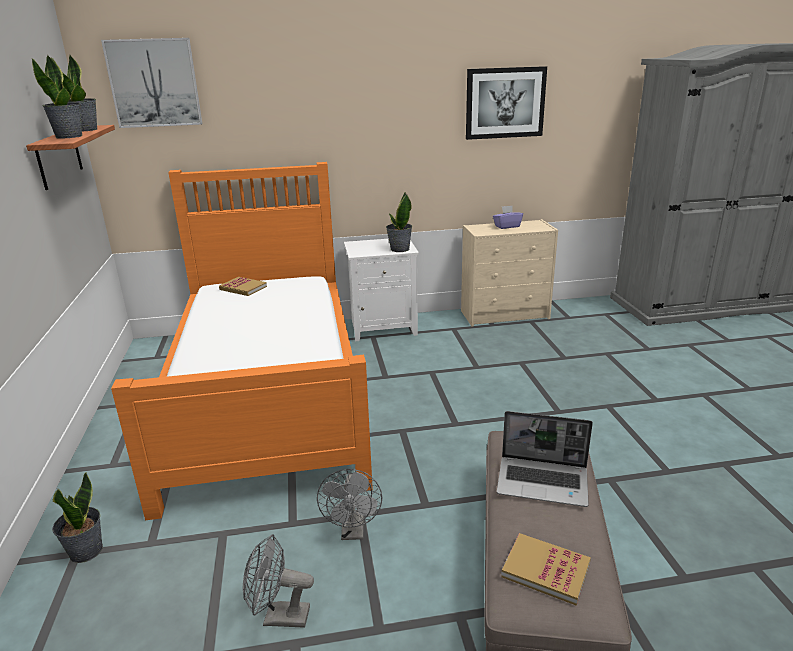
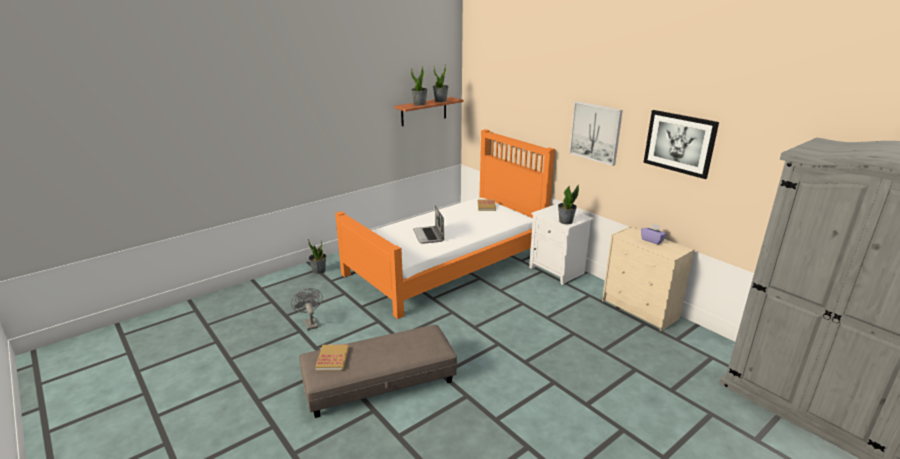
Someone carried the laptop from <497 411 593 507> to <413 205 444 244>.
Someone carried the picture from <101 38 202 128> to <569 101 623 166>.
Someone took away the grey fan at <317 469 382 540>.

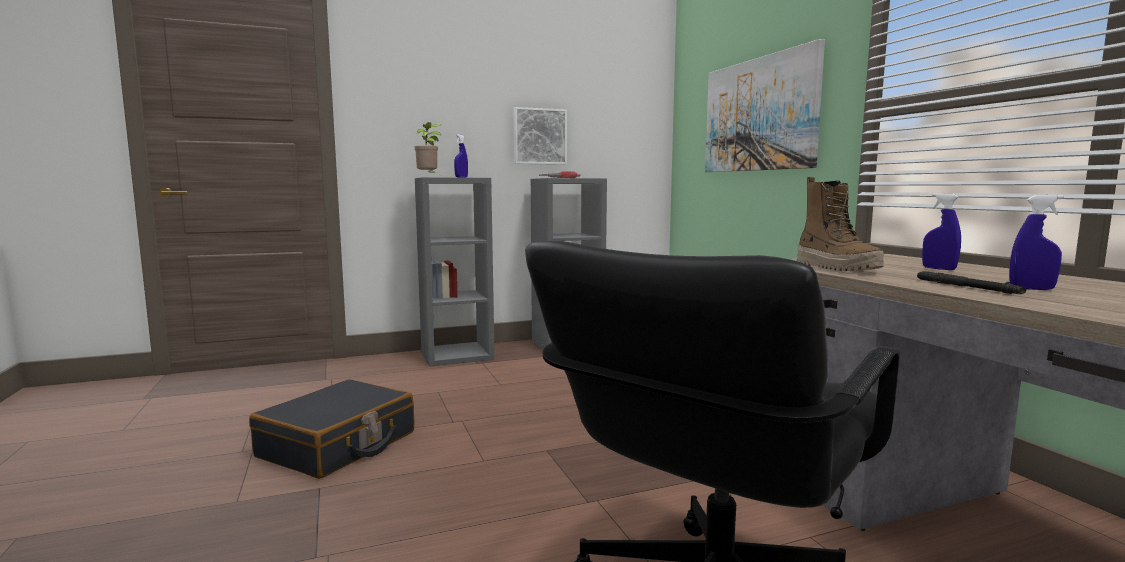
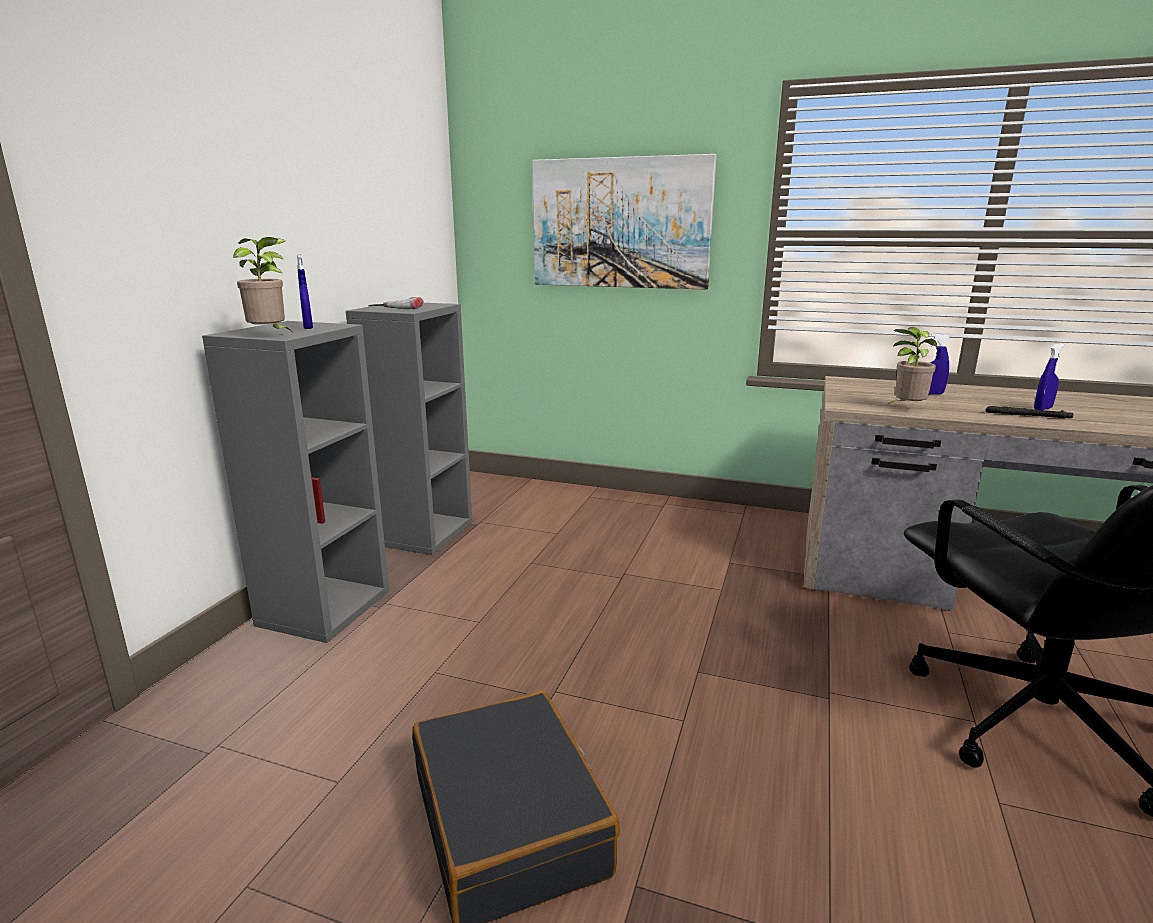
Someone swapped the boot at <797 177 884 271> for the potted plant at <887 327 937 405>.
Someone took away the picture at <513 107 567 165>.

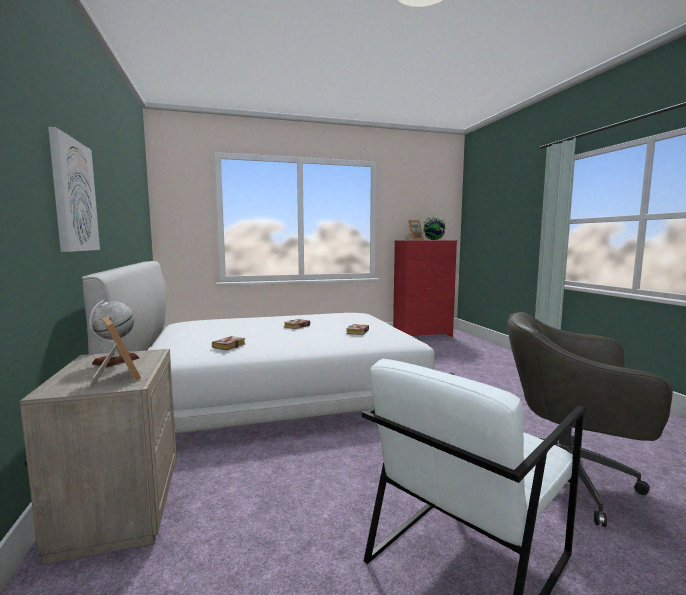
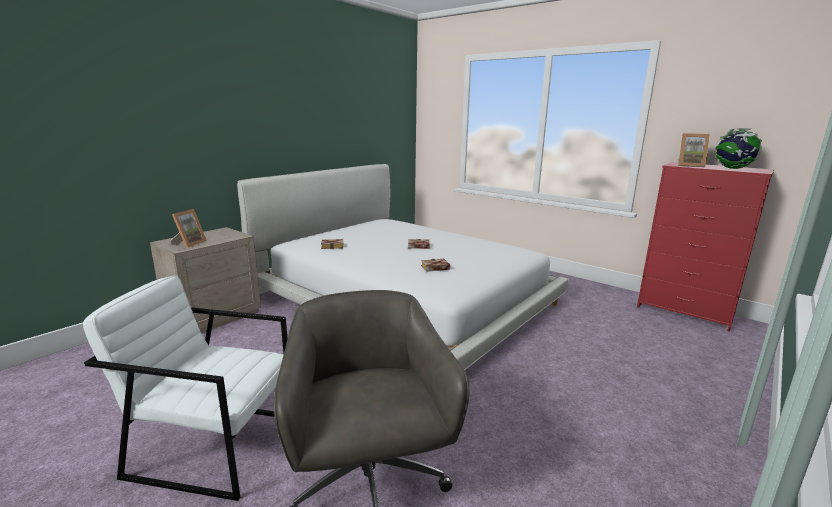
Someone took away the picture at <48 127 100 252>.
Someone took away the globe at <89 300 140 368>.

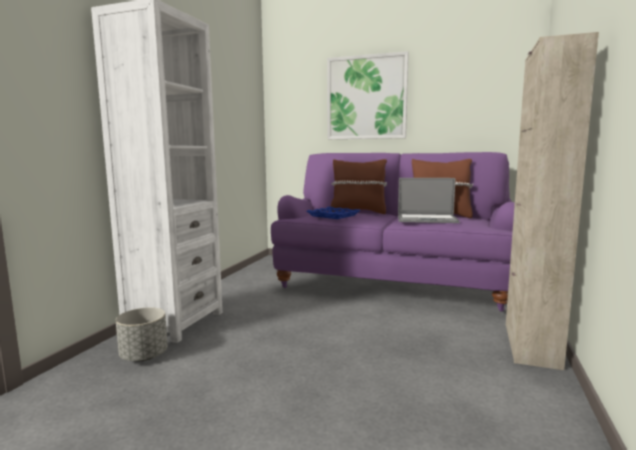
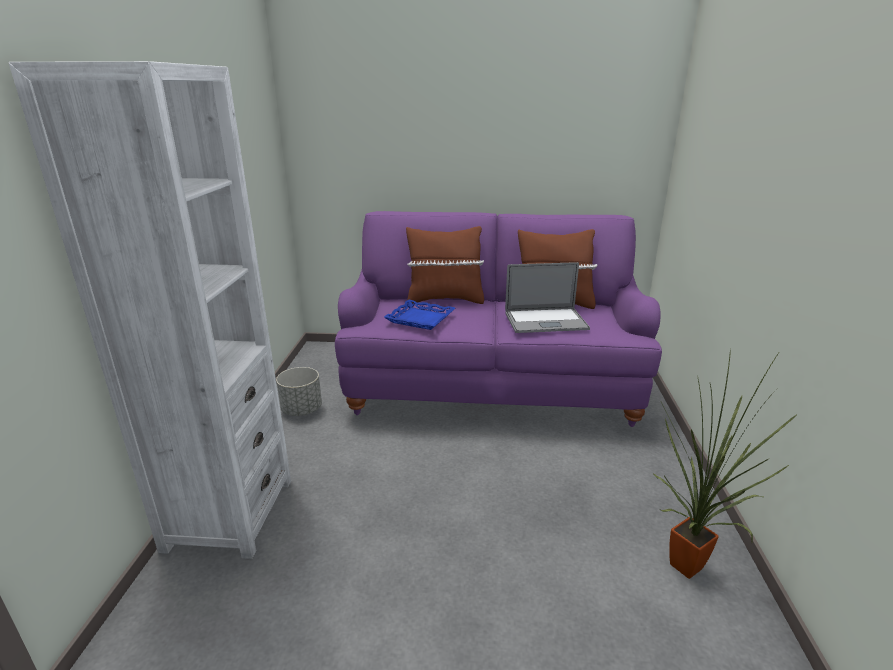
Someone carried the grey planter from <116 307 168 361> to <276 367 322 416>.
Someone put down the potted plant at <653 348 797 579>.
Someone took away the picture at <327 51 409 139>.
Someone took away the beige cabinet at <506 32 599 370>.

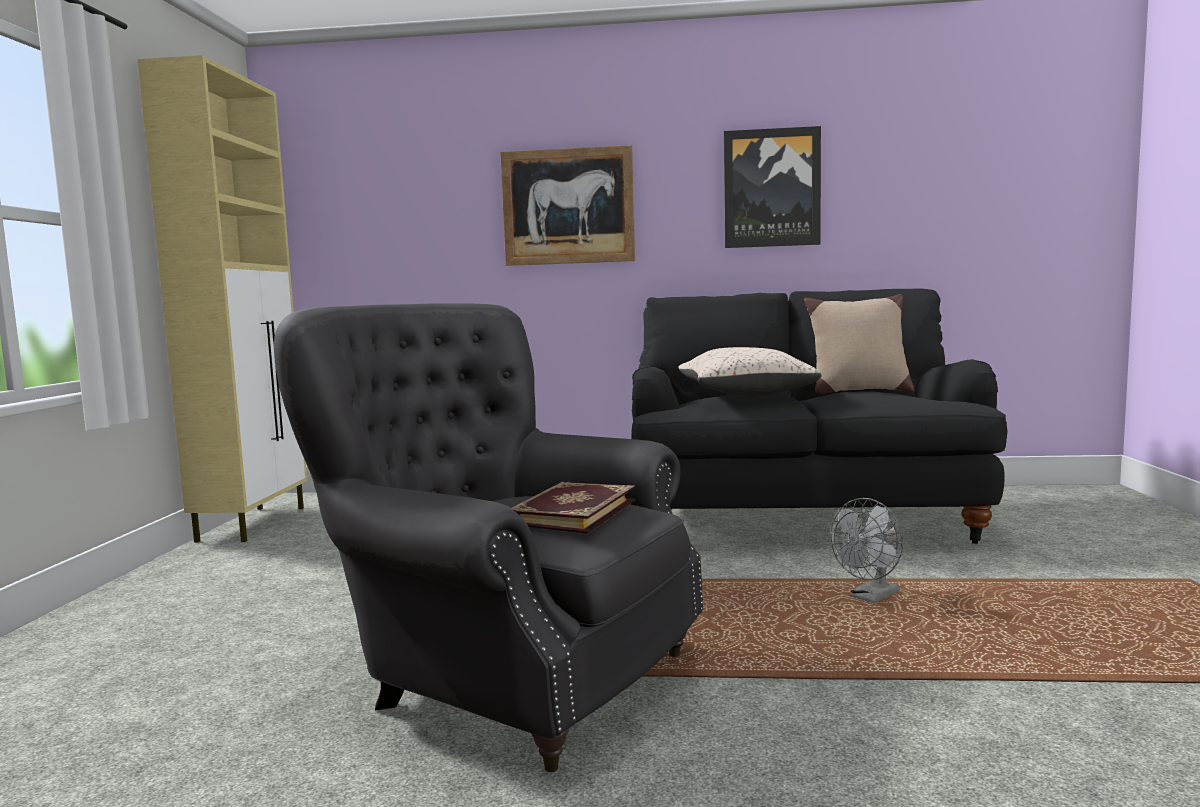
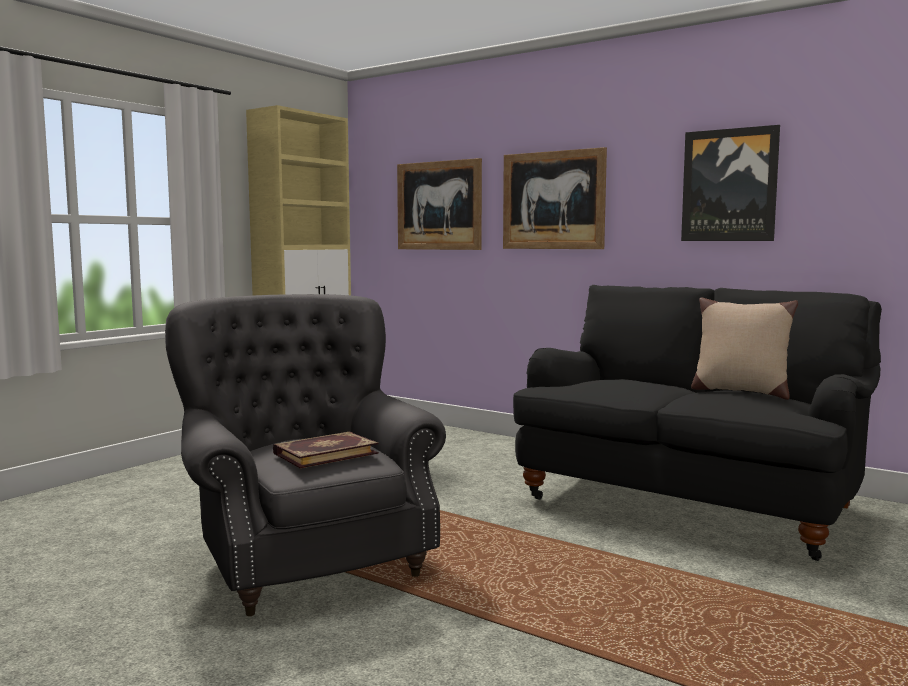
Someone put up the picture at <397 158 482 250>.
Someone took away the beige pillow at <678 347 822 397>.
Someone took away the grey fan at <830 498 903 603>.

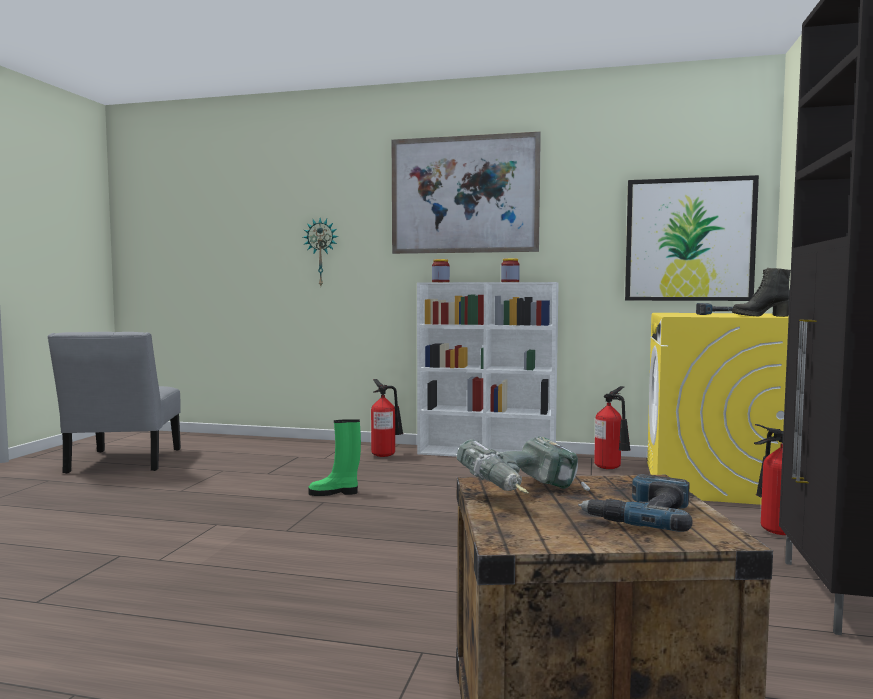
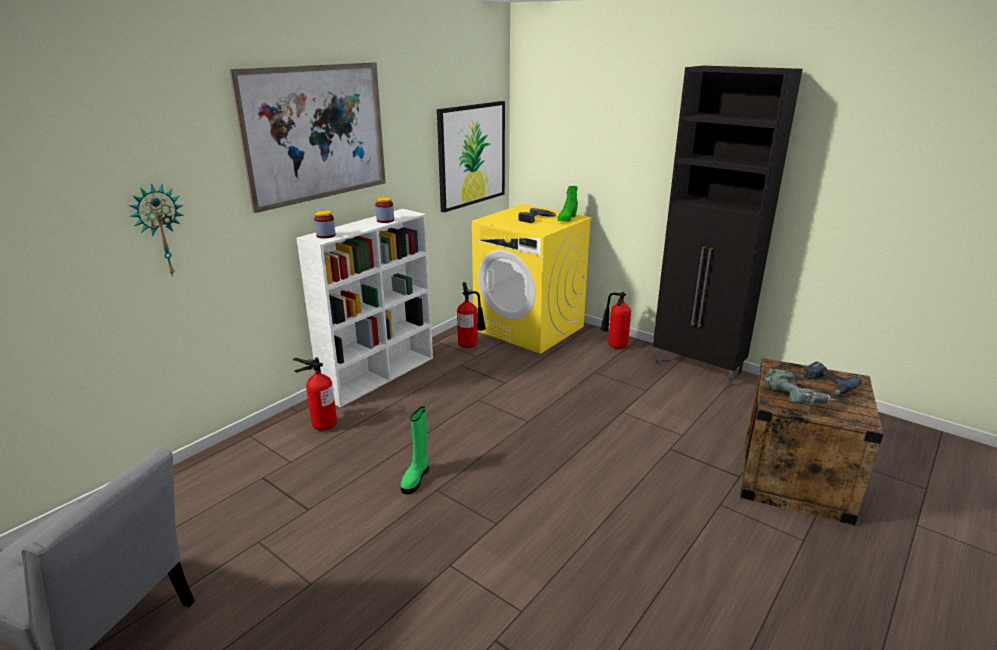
Someone repainted the black boot at <732 268 791 317>, which became the green boot at <558 186 578 222>.

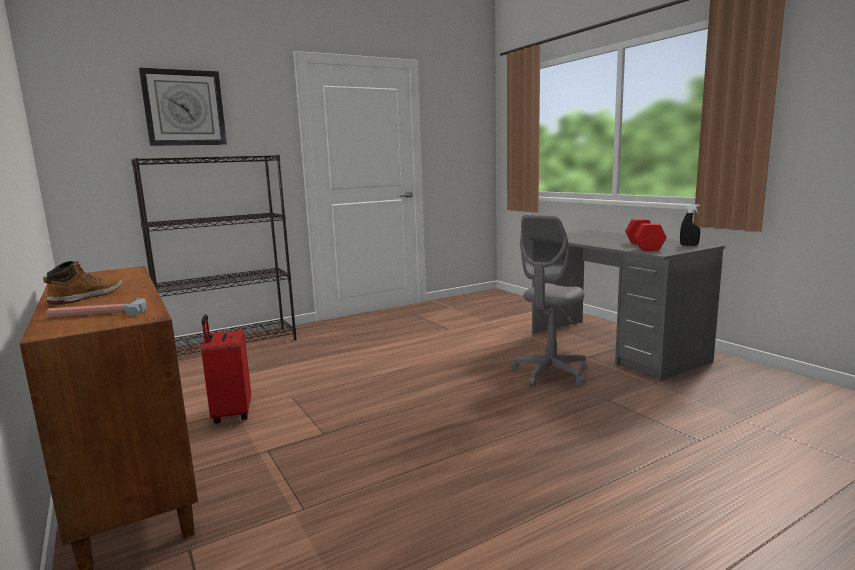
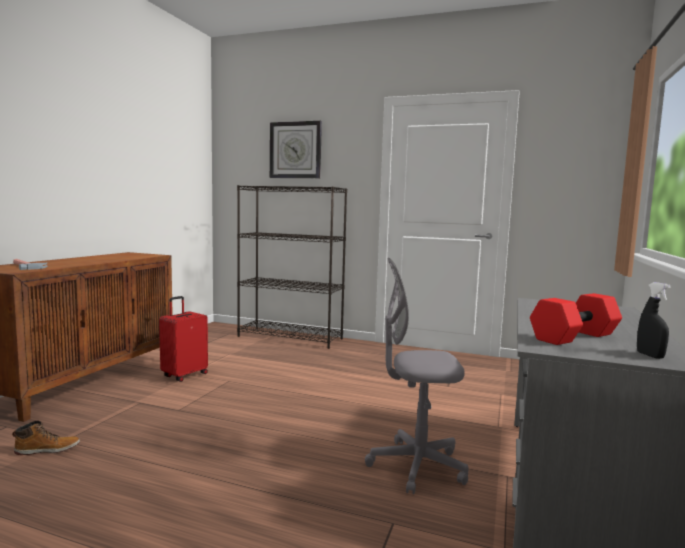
Someone carried the boot from <43 261 122 305> to <12 421 80 455>.

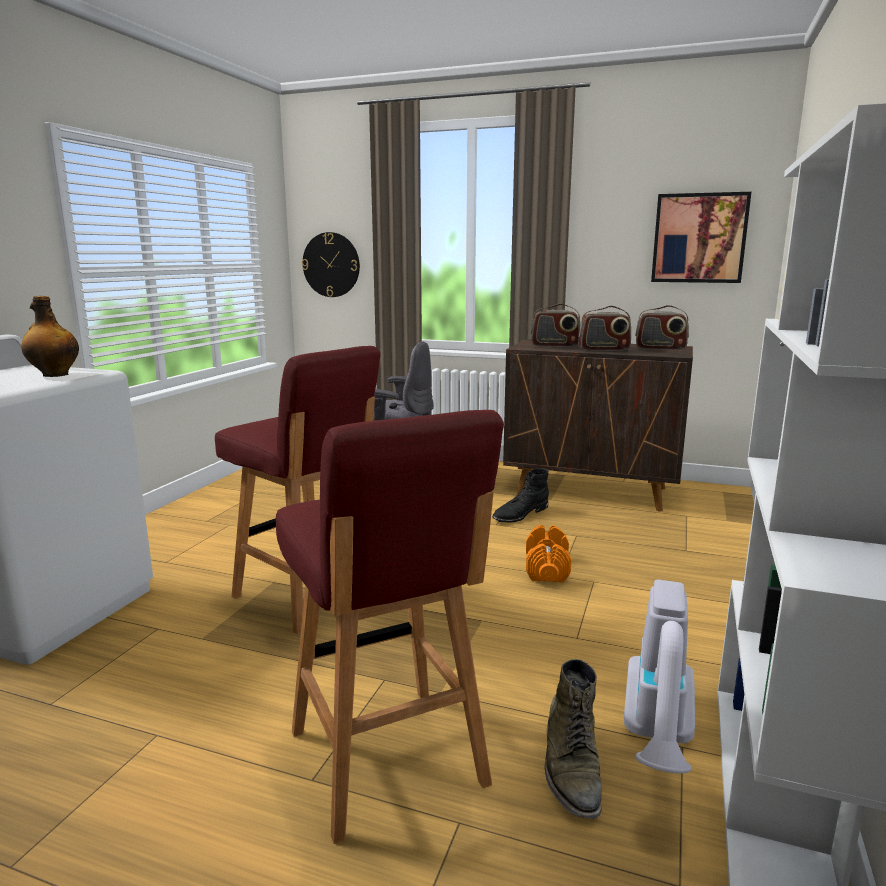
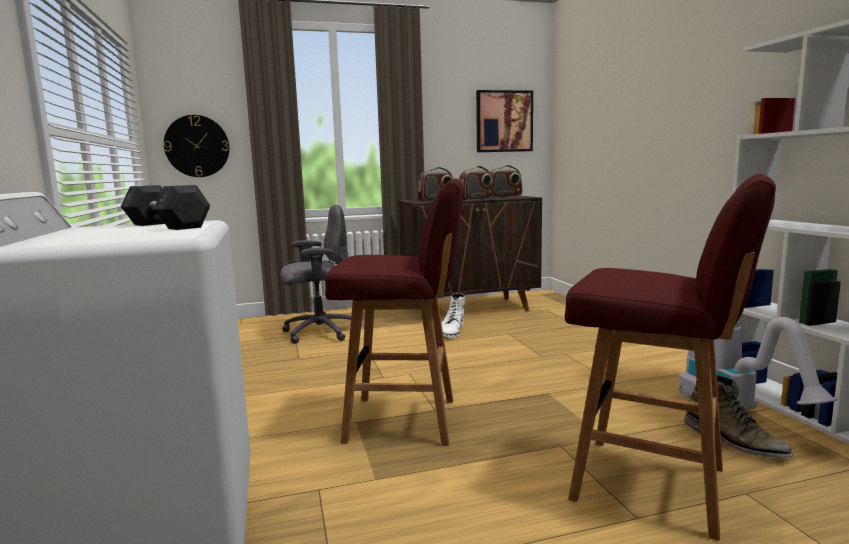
Someone swapped the bottle at <21 296 79 377> for the grey dumbbell at <121 185 210 230>.
Someone repainted the black boot at <492 468 549 523>, which became the white boot at <442 293 465 338>.
Someone took away the orange dumbbell at <526 525 571 582>.

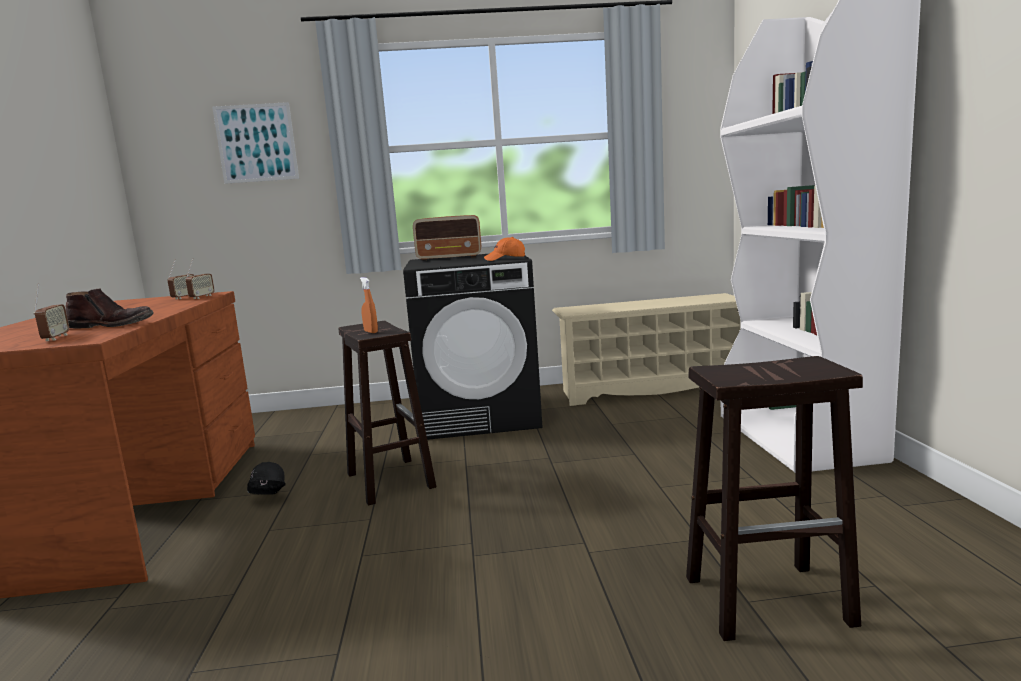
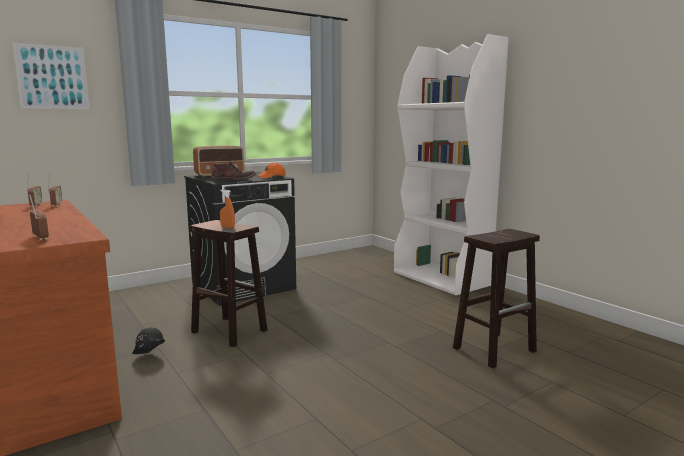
Someone carried the brown boot from <65 288 154 329> to <211 161 256 181>.
Someone took away the beige shoe rack at <552 293 741 406>.

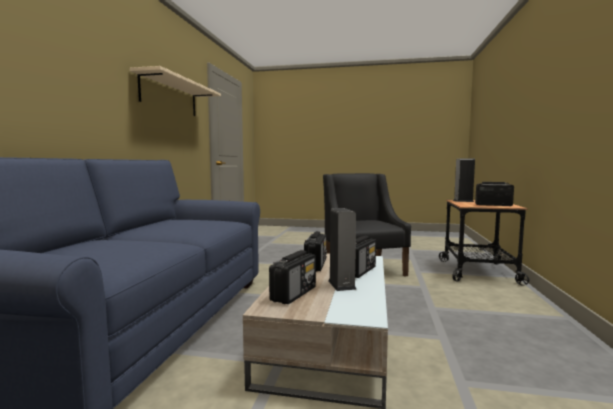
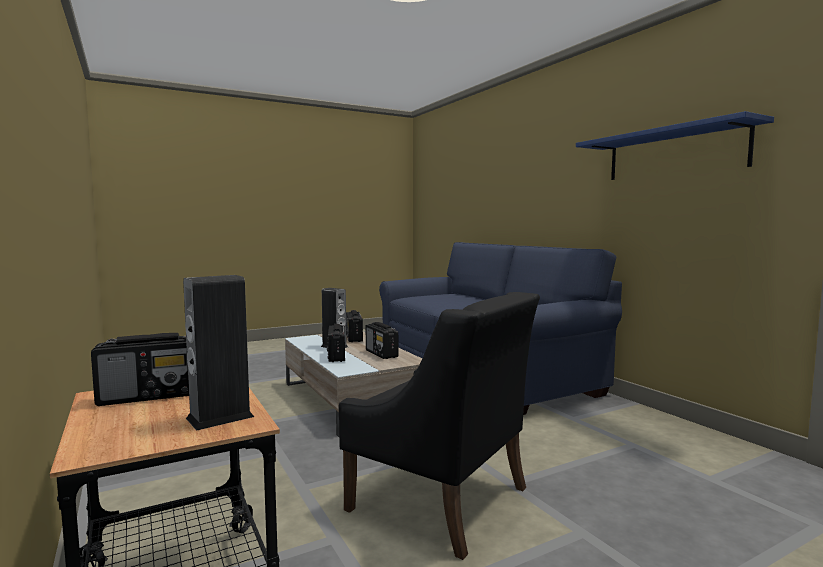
Someone repainted the beige shelf at <130 66 221 116>, which became the blue shelf at <576 111 774 180>.

